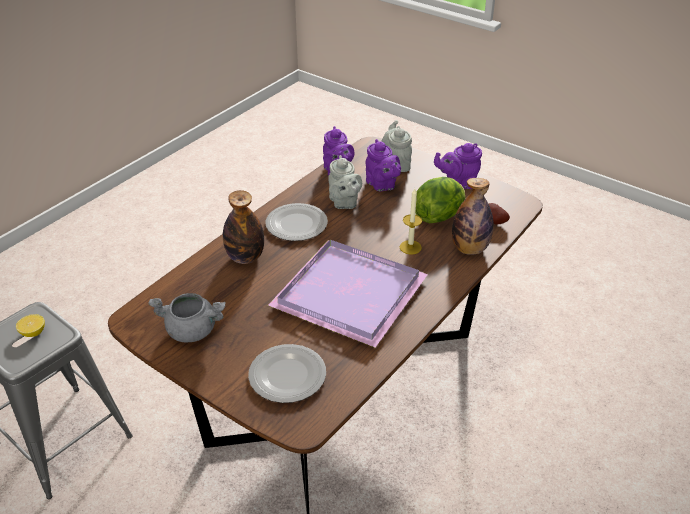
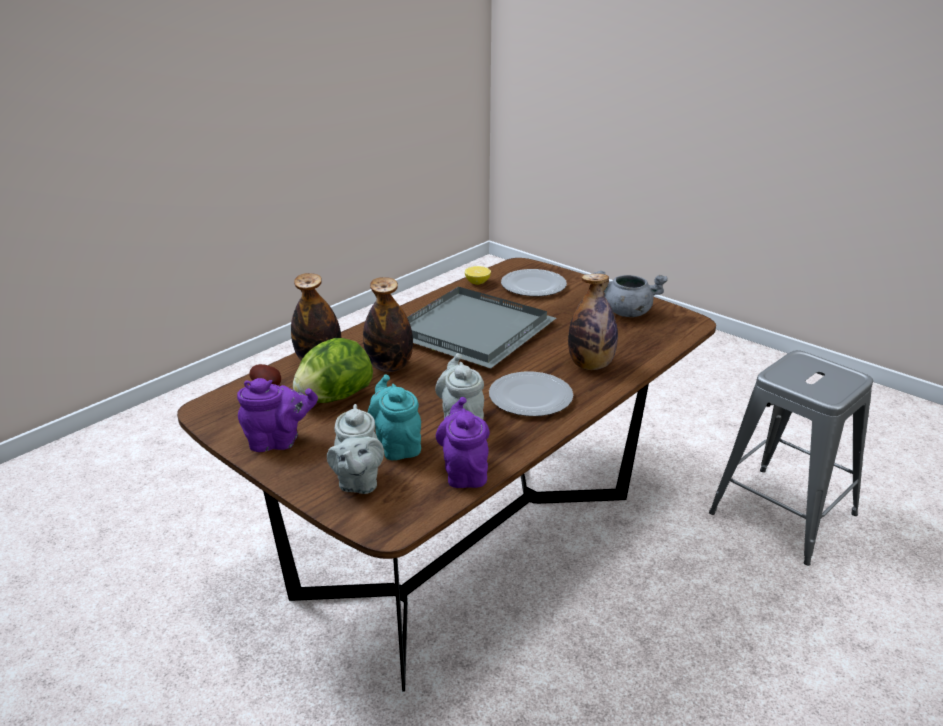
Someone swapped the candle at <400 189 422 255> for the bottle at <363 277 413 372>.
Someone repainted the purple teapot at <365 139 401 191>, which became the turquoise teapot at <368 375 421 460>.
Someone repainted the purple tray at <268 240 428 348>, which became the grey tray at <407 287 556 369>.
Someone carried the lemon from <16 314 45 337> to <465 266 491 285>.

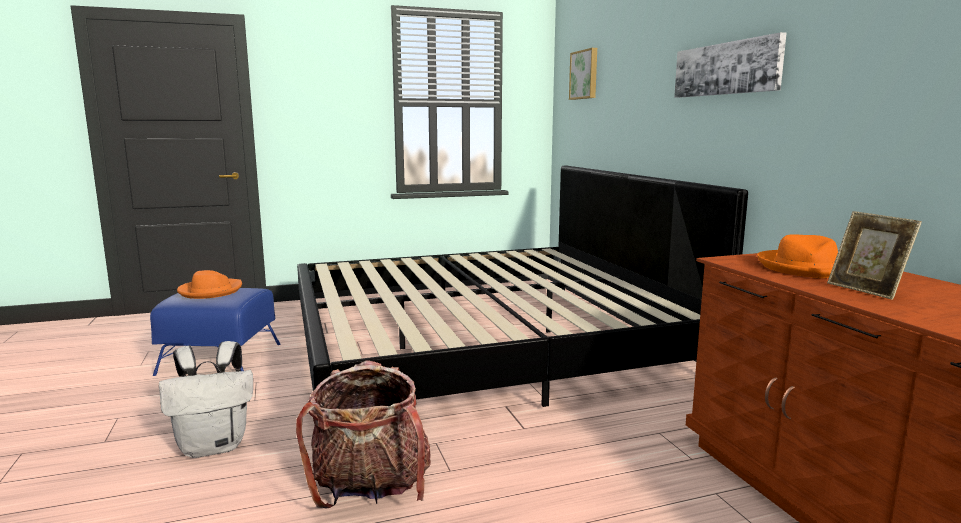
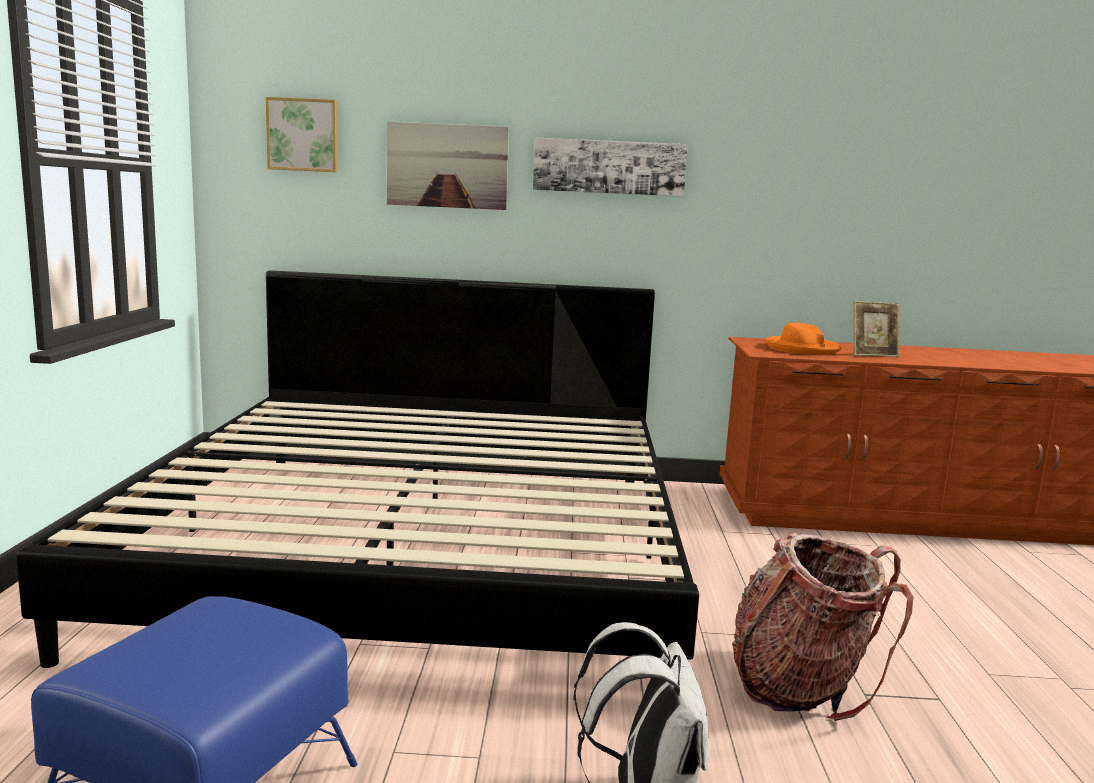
Someone put up the picture at <387 121 509 210>.
Someone took away the orange hat at <177 270 242 299>.

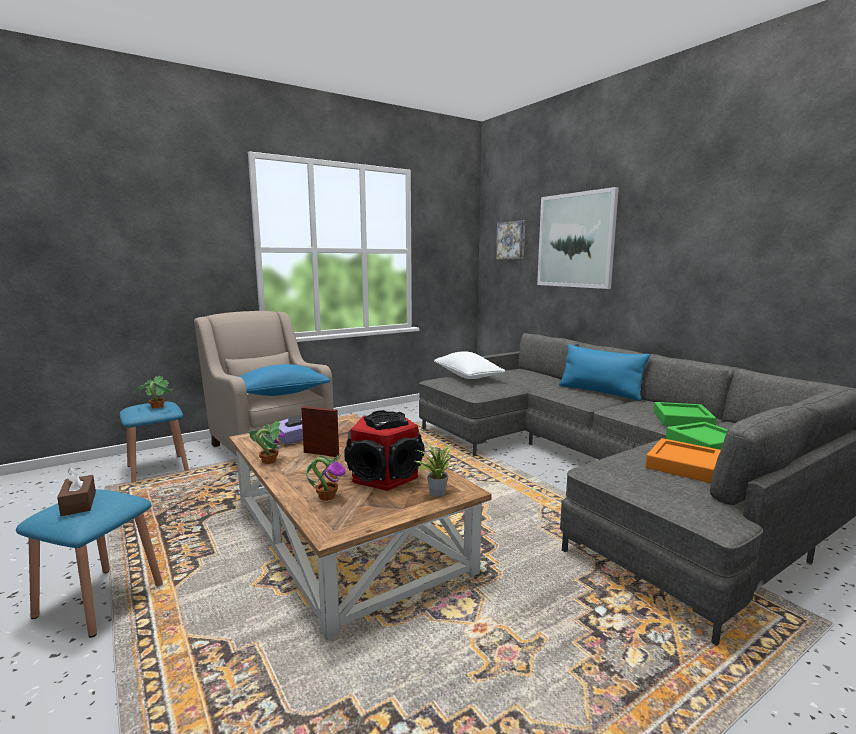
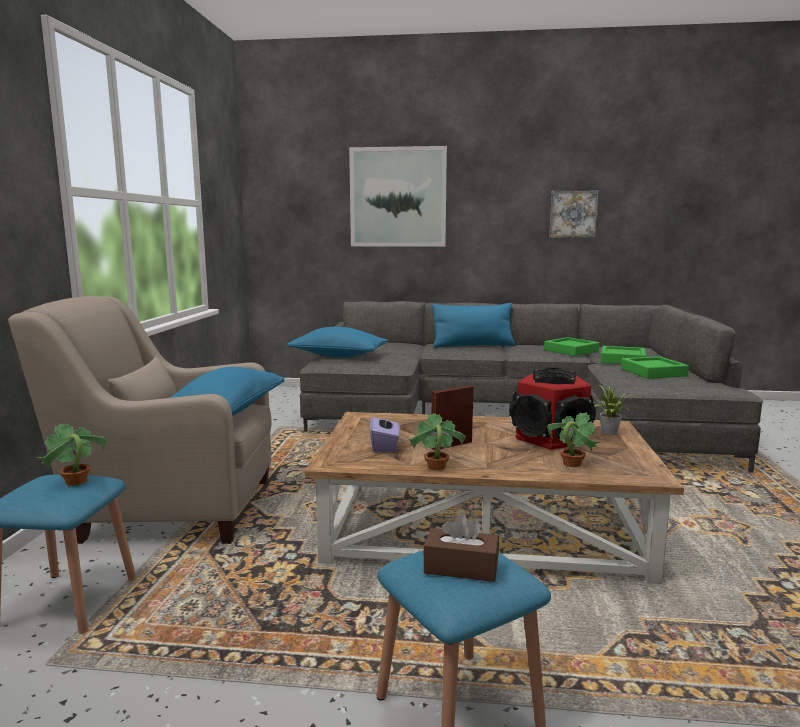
Someone repainted the white pillow at <434 351 505 379>, which became the blue pillow at <287 327 388 358>.
Someone carried the picture from <496 221 525 259> to <549 191 599 238>.
Someone repainted the orange tray at <646 438 721 483>, which became the green tray at <621 356 689 379>.

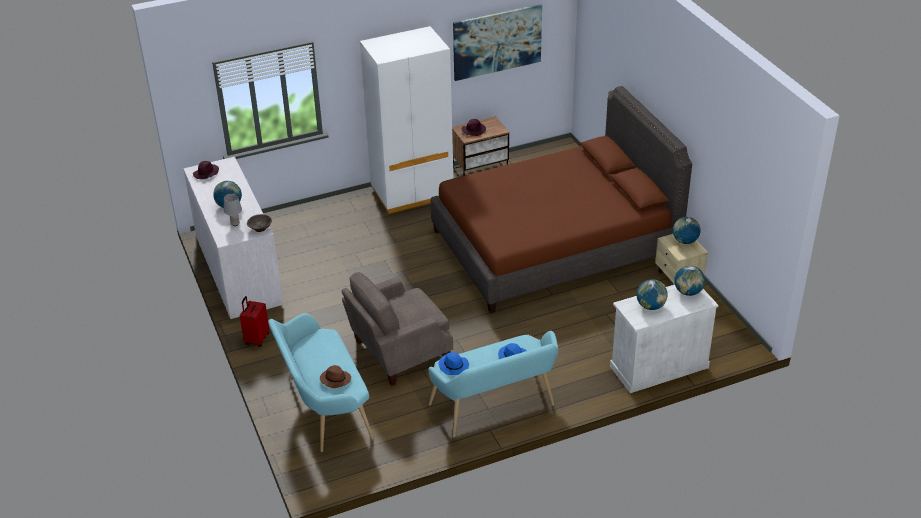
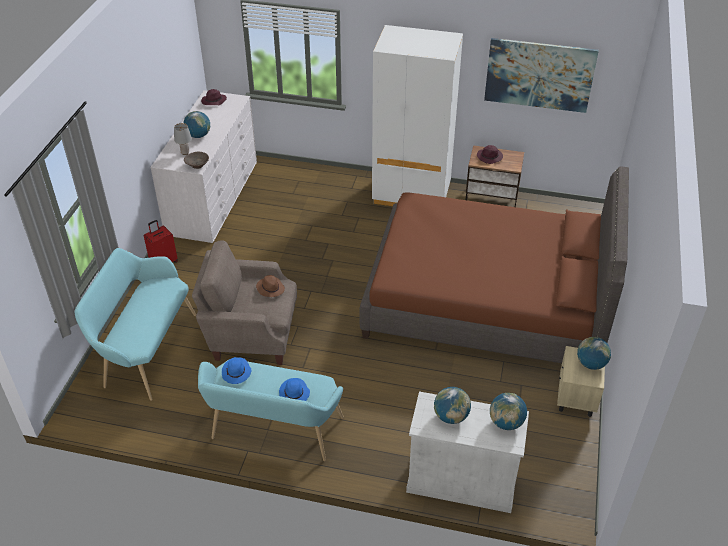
Someone carried the brown hat from <320 365 351 388> to <256 275 285 297>.

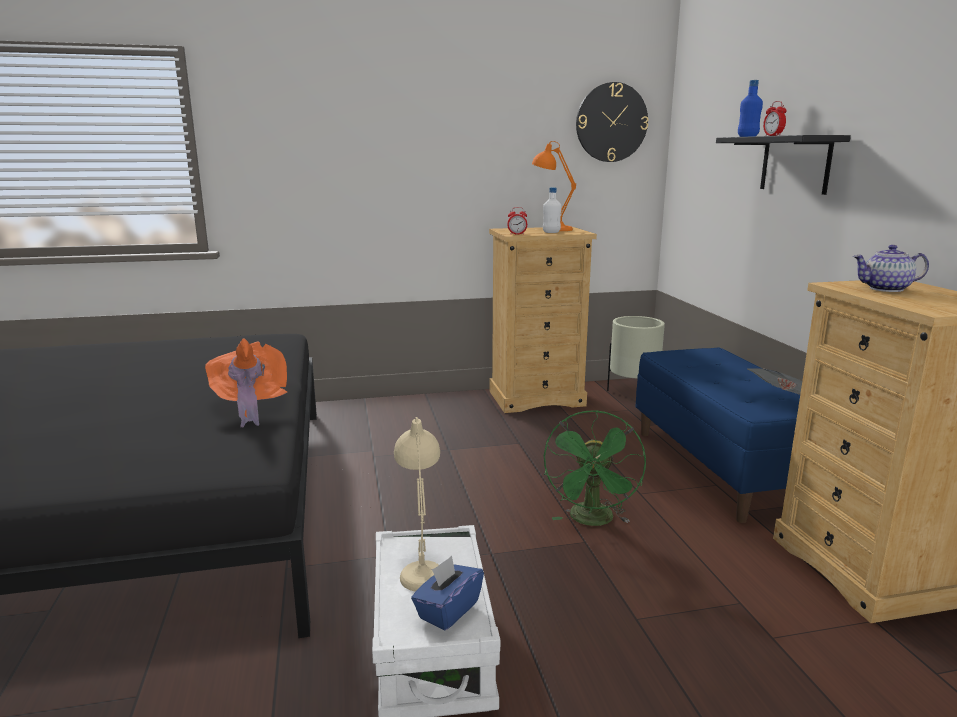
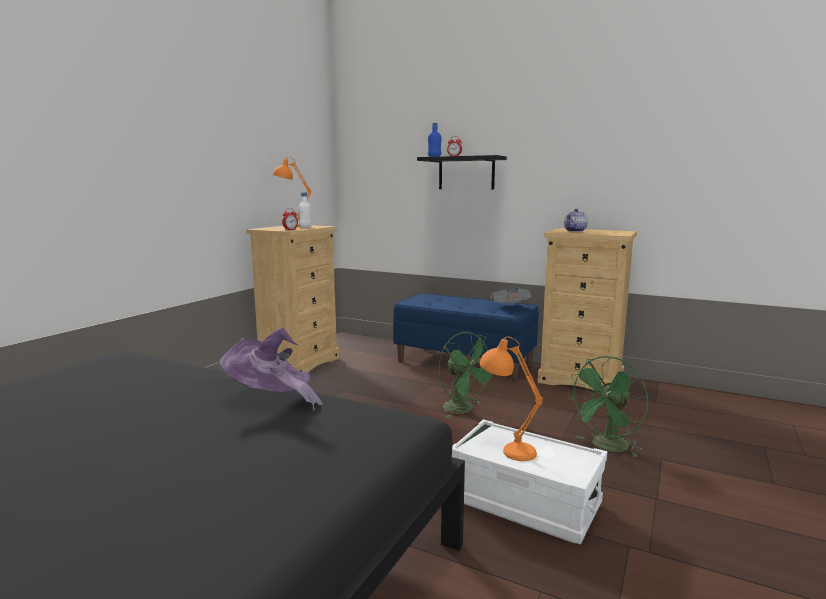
Someone repainted the orange hat at <205 339 287 427>, which became the purple hat at <219 328 323 411>.
Someone repainted the beige table lamp at <394 417 440 591>, which became the orange table lamp at <480 336 543 461>.
Someone put down the green fan at <567 356 648 457>.
Someone took away the blue tissue box at <411 556 484 630>.
Someone took away the wall clock at <576 82 648 162>.
Someone took away the beige planter at <607 316 665 391>.

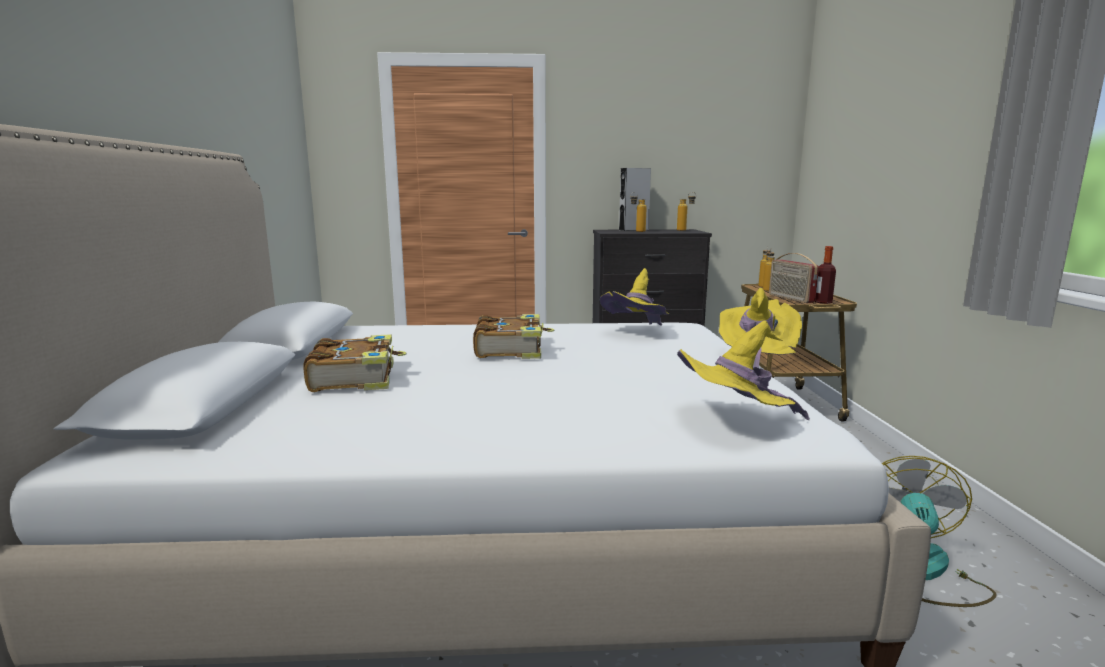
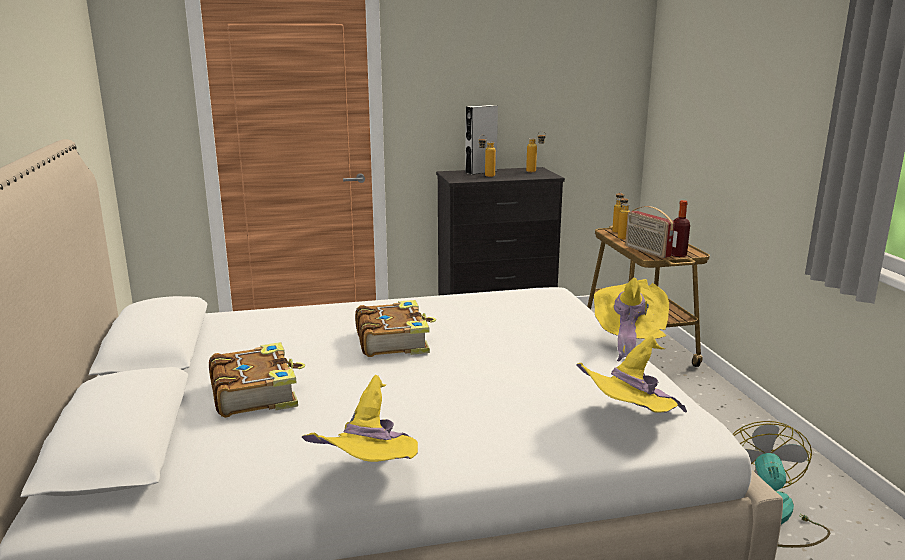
Someone carried the yellow hat from <600 268 669 326> to <302 375 418 462>.

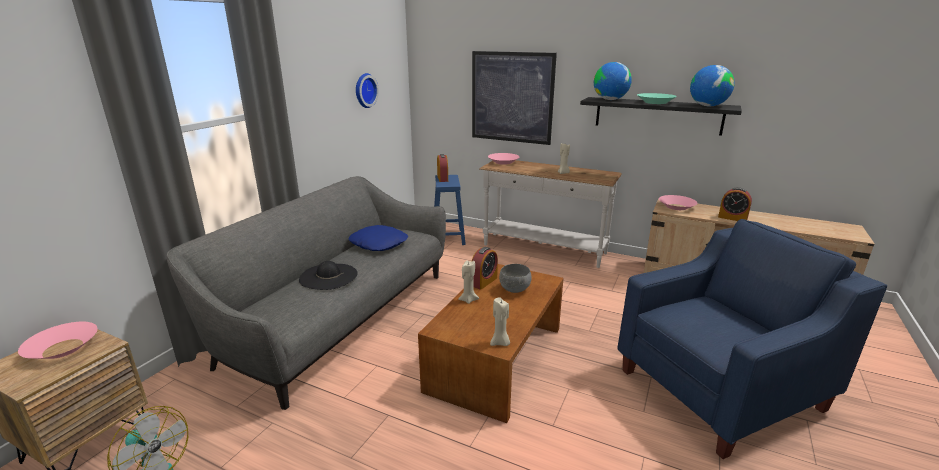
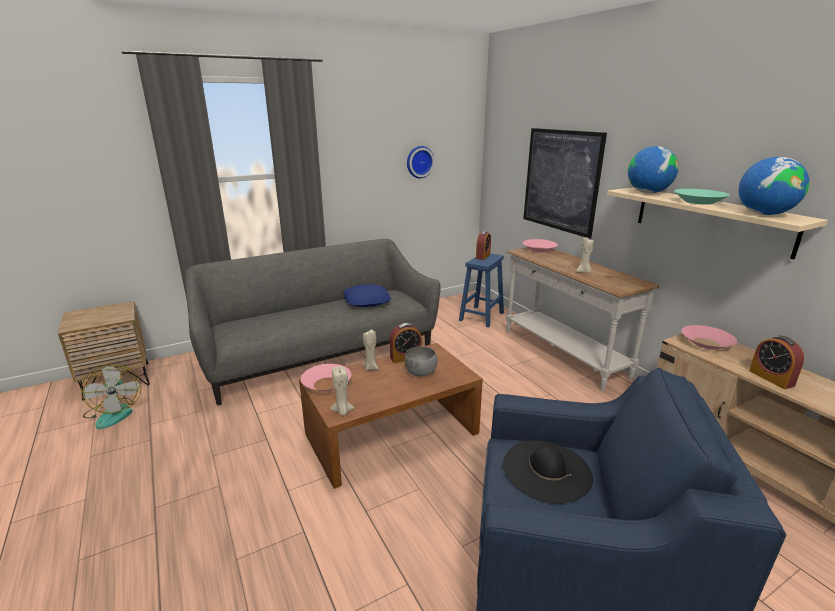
Someone carried the pink bowl from <18 322 98 359> to <301 364 351 391>.
Someone carried the black hat from <299 261 358 290> to <503 440 593 504>.
Someone repainted the black shelf at <580 97 742 136>, which became the beige shelf at <607 187 828 259>.

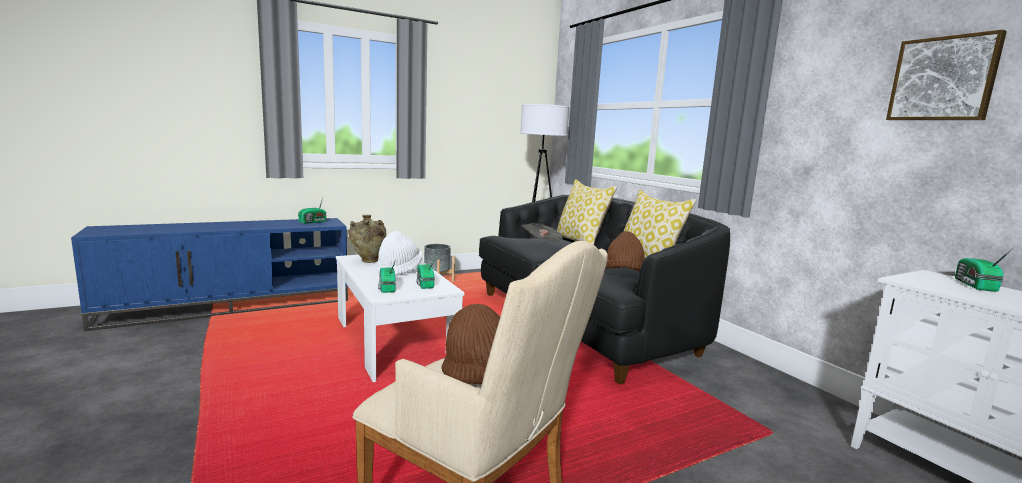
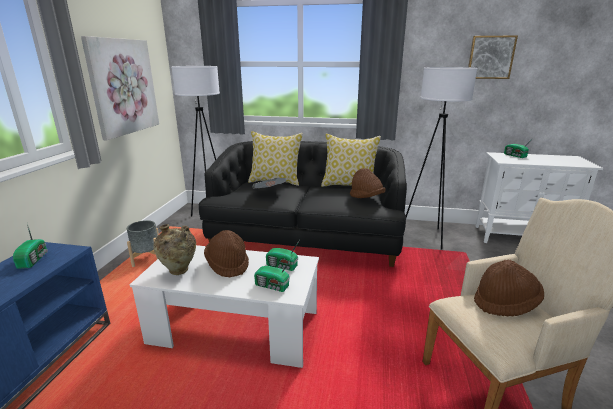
Someone put up the picture at <81 36 159 140>.
Someone repainted the white hat at <377 231 423 275>, which became the brown hat at <204 230 249 277>.
Someone put down the white floor lamp at <406 67 477 250>.

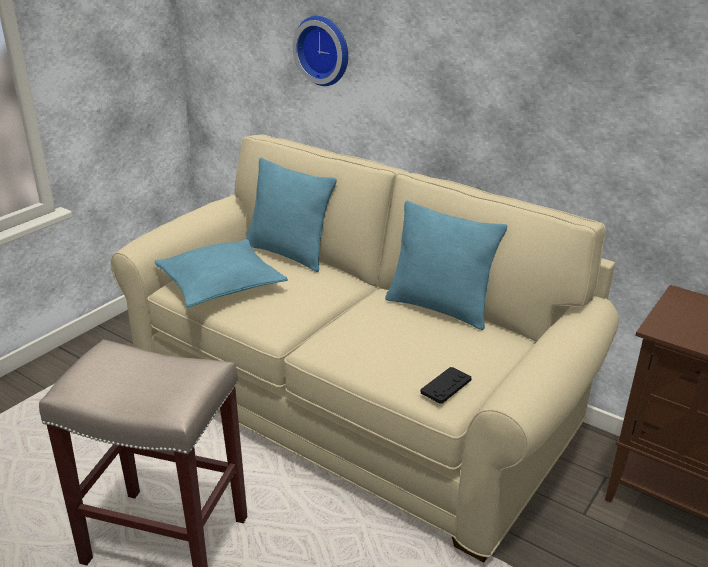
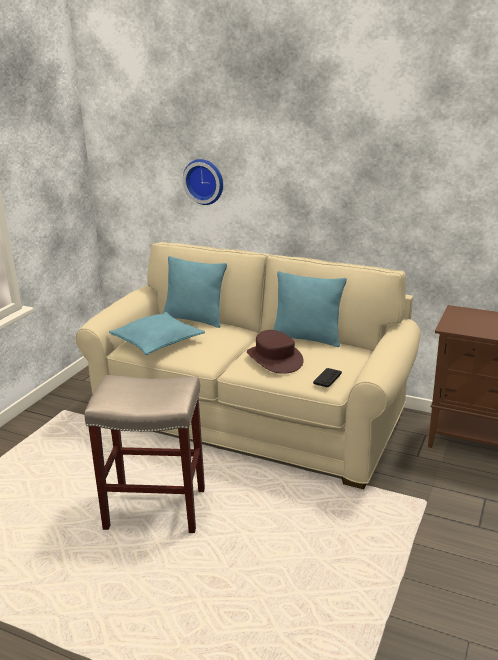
Someone put down the brown hat at <247 330 304 374>.

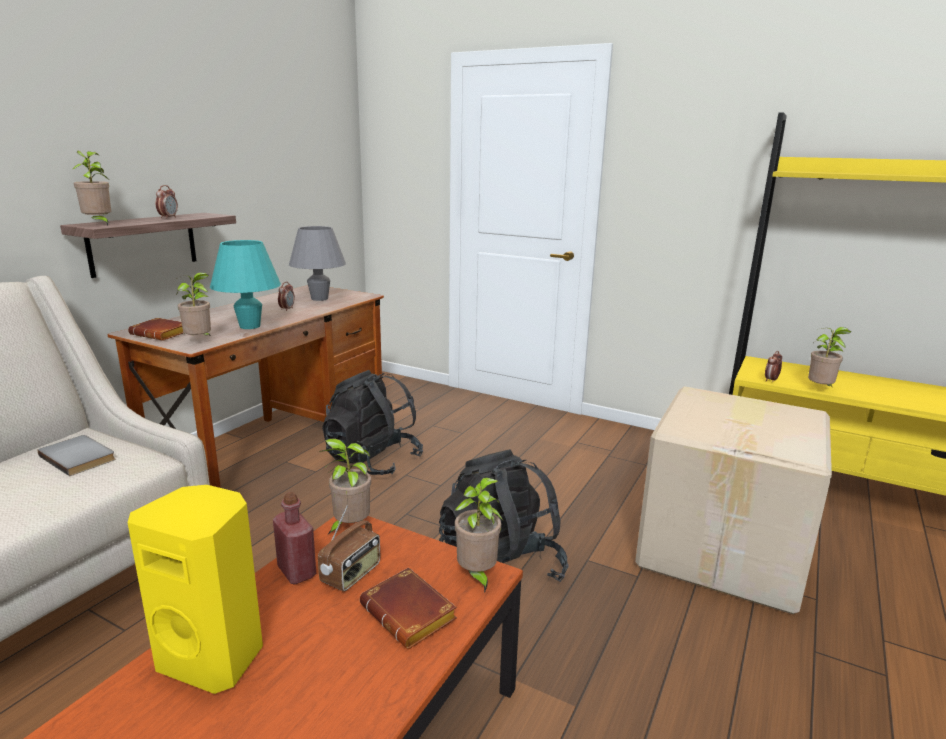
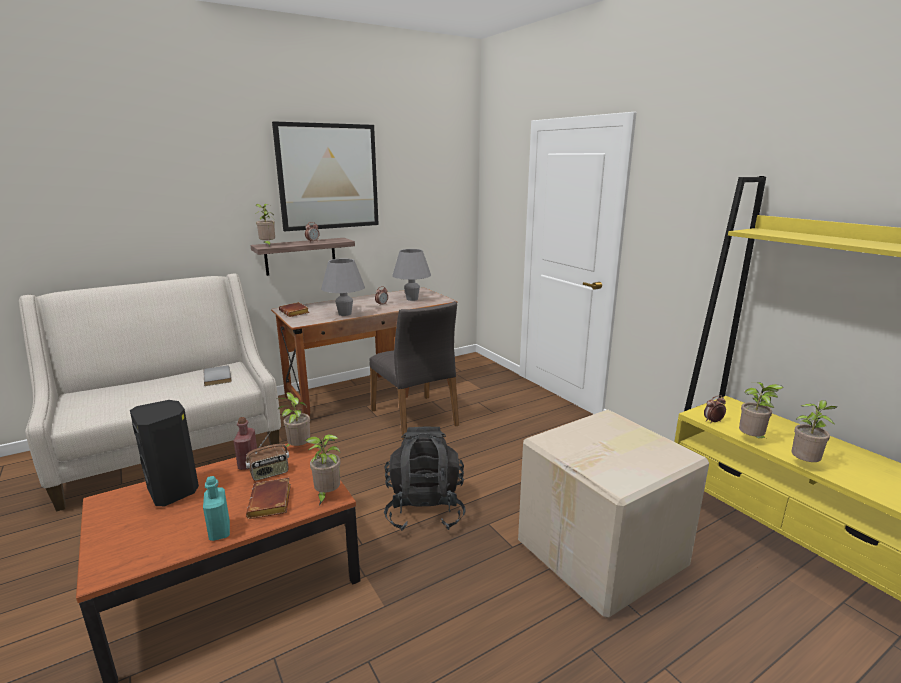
Someone repainted the yellow speaker at <128 485 263 694>, which became the black speaker at <130 400 199 506>.
Someone put down the turquoise bottle at <203 476 230 541>.
Someone put up the picture at <272 121 379 231>.
Someone repainted the turquoise table lamp at <210 240 281 329>, which became the grey table lamp at <321 259 365 316>.
Someone swapped the black backpack at <322 370 423 475> for the grey chair at <370 301 459 440>.
Someone carried the potted plant from <176 272 212 337> to <792 400 837 462>.

